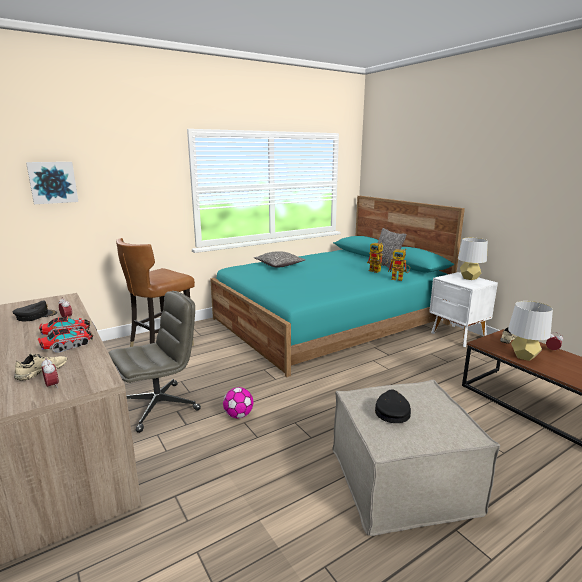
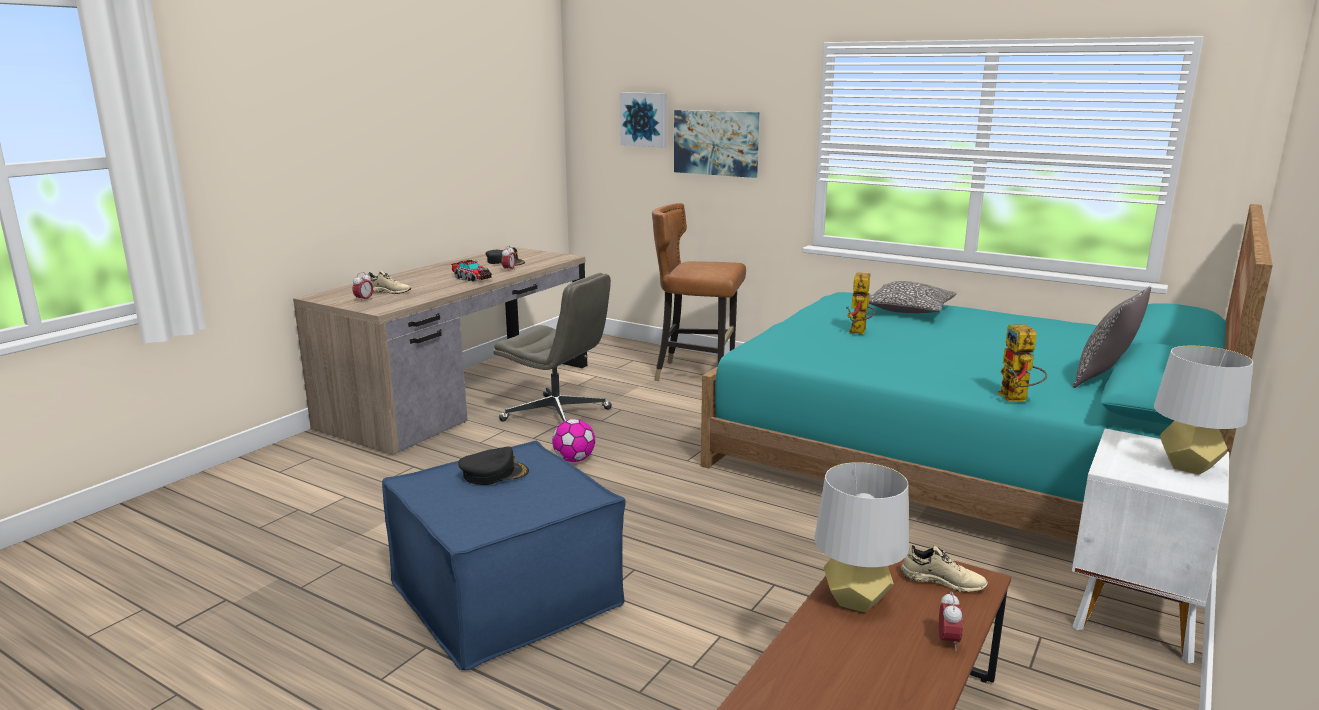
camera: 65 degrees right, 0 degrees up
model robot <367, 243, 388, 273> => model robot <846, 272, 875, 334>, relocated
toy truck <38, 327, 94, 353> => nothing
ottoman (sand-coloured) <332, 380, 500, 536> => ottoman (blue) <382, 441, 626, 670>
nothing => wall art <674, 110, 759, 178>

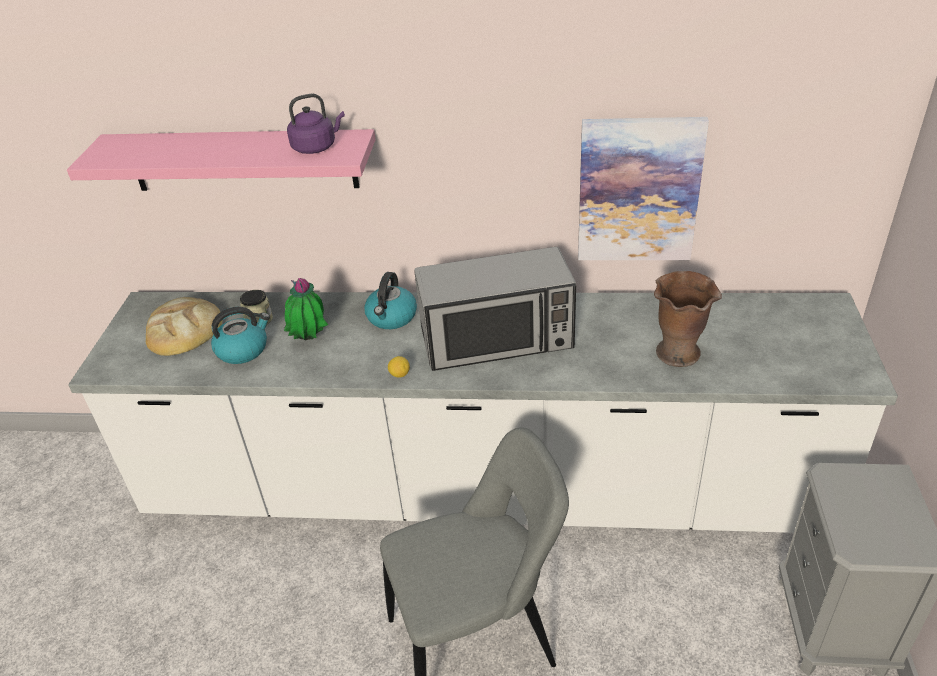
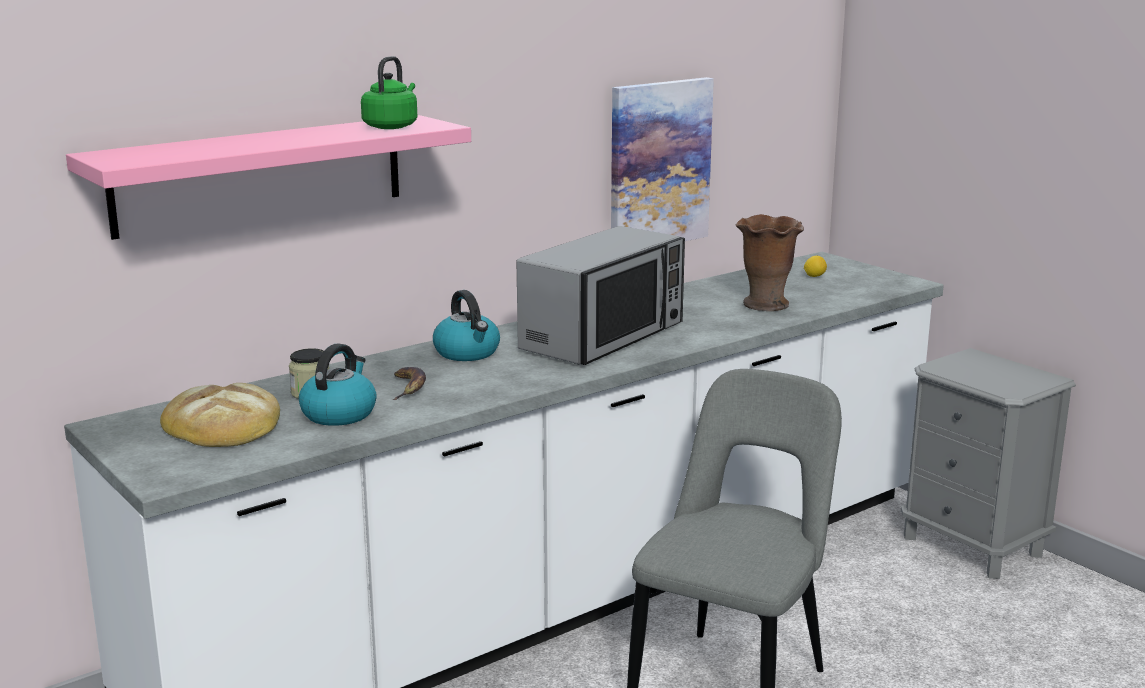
camera: 45 degrees left, 20 degrees down
tea kettle (purple-coloured) <287, 94, 345, 154> => tea kettle (green-coloured) <361, 56, 417, 129>
potted plant <284, 278, 328, 340> => banana <392, 367, 426, 400>
lemon <388, 356, 410, 378> => lemon <804, 256, 827, 277>, relocated

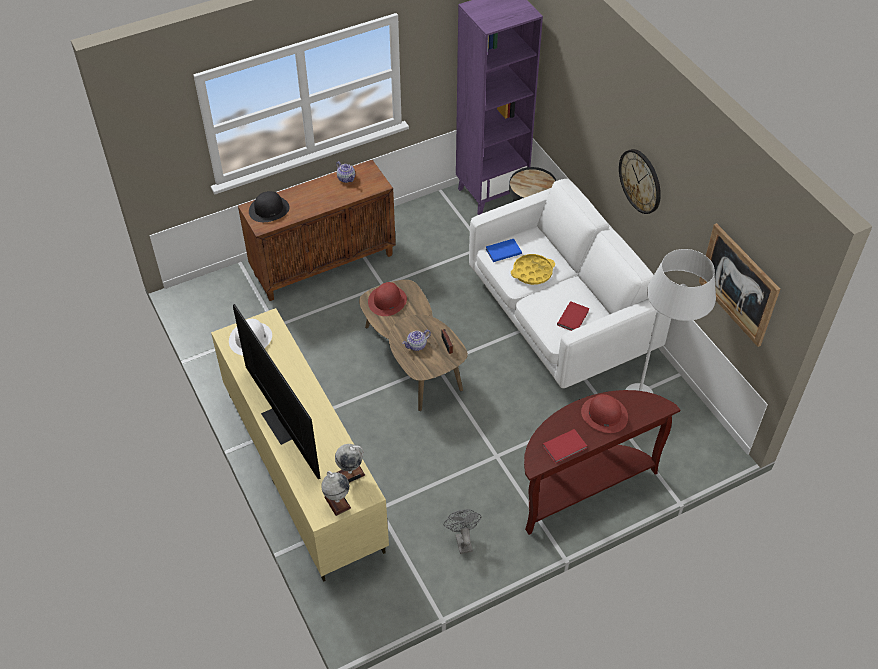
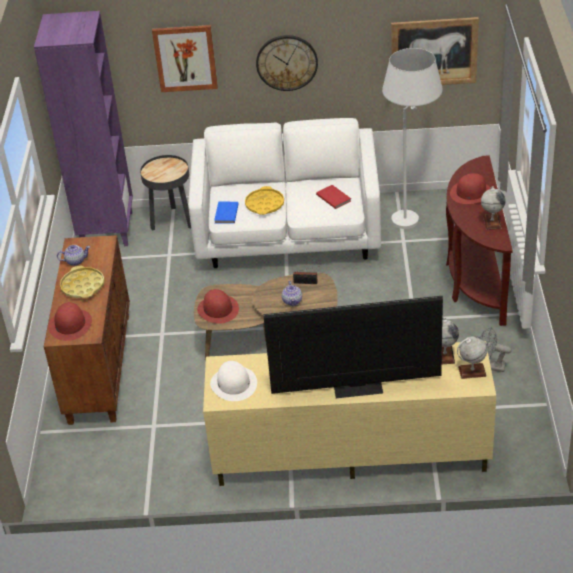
camera: 60 degrees left, 10 degrees down
clothing hat (black-coloured) <249, 191, 290, 222> => clothing hat (red) <48, 302, 92, 341>
volume (red) <543, 429, 587, 464> => desk globe <481, 186, 506, 230>
nothing => wall art <152, 25, 218, 92>
nothing => serving tray (yellow) <60, 266, 104, 298>

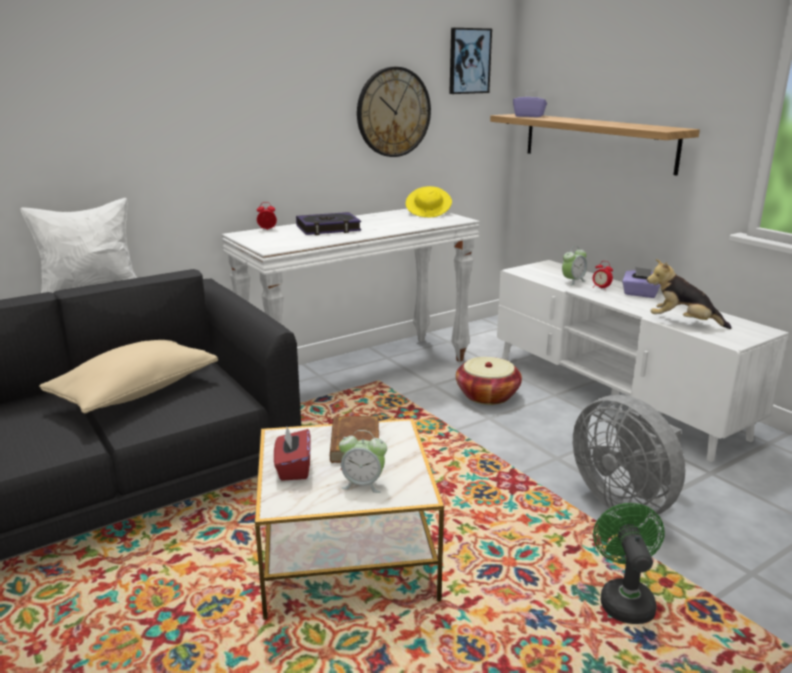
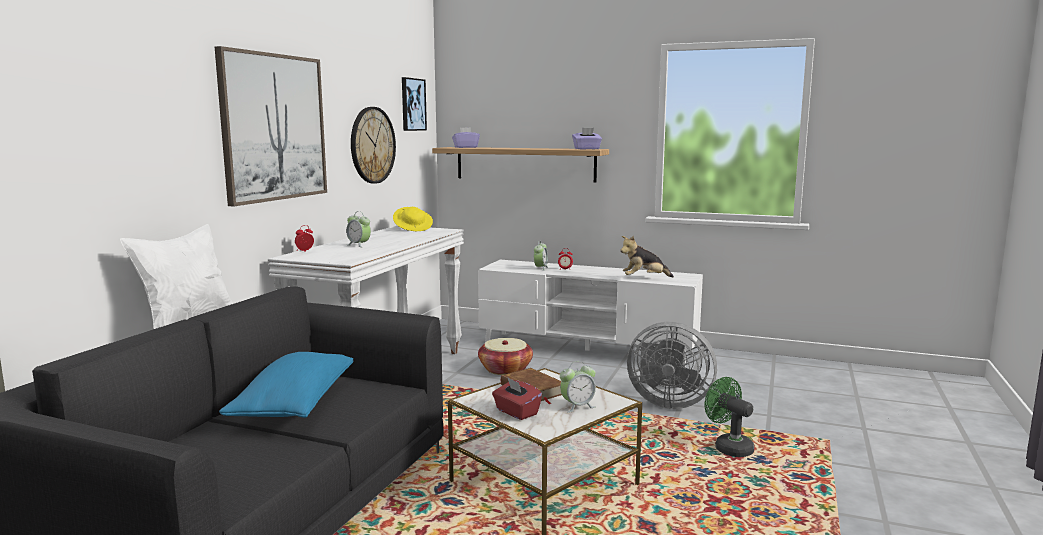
camera: 35 degrees left, 10 degrees down
volume <296, 212, 361, 235> => table clock <346, 211, 371, 247>
box of tissues (purple-coloured) <622, 267, 661, 298> => box of tissues (purple-coloured) <572, 128, 602, 149>, relocated
cushion (sand-coloured) <39, 340, 218, 414> => cushion (blue) <219, 352, 353, 418>
nothing => wall art <215, 46, 327, 207>

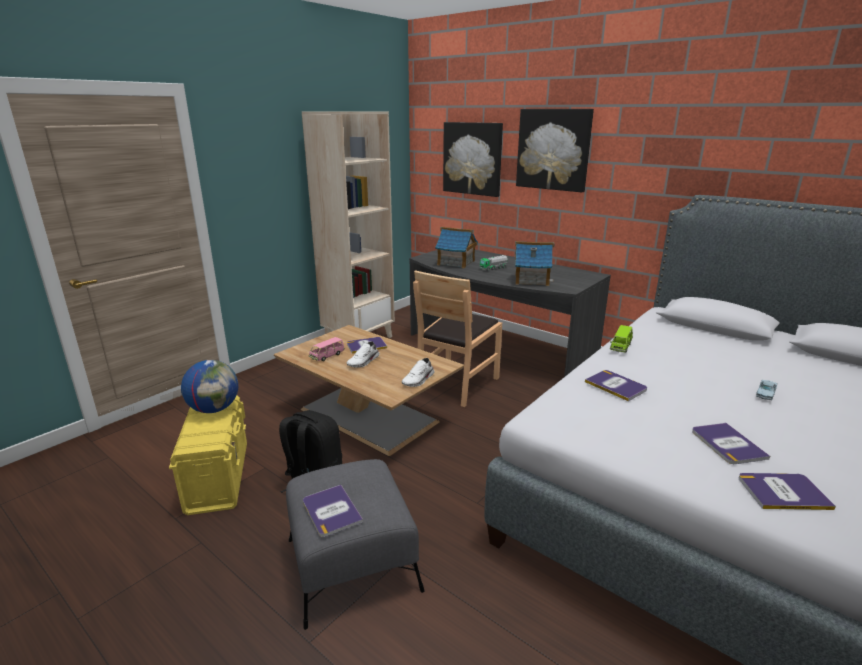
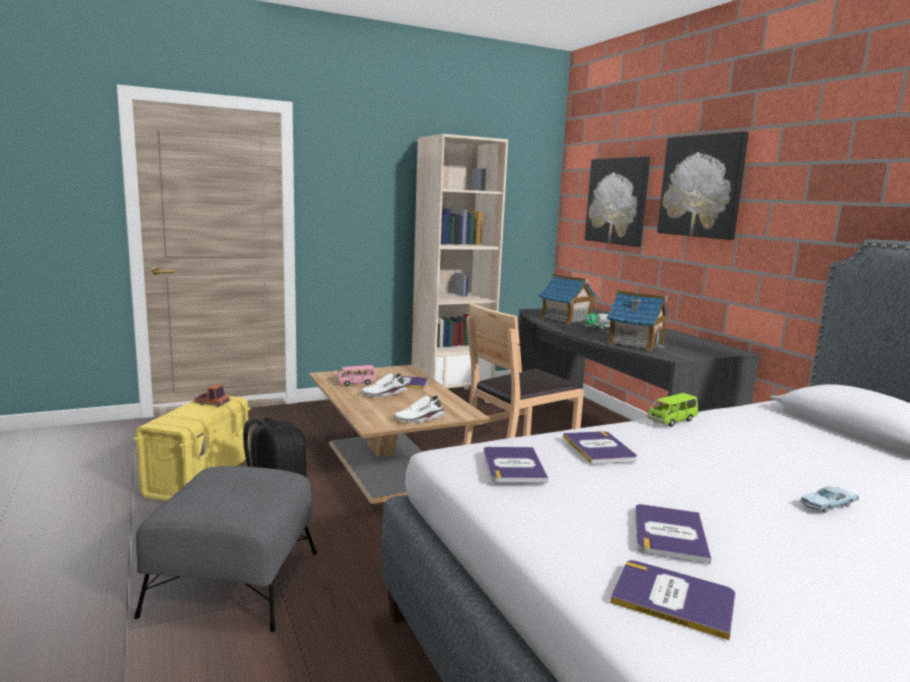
camera: 25 degrees right, 10 degrees down
desk globe <181, 360, 238, 413> => toy truck <194, 384, 230, 407>
volume <303, 485, 363, 537> => volume <483, 447, 548, 483>, relocated

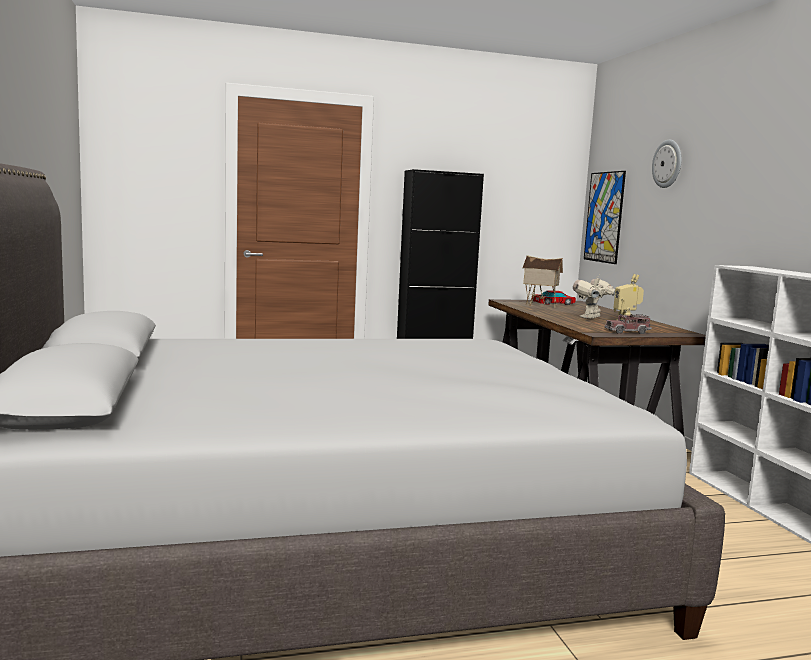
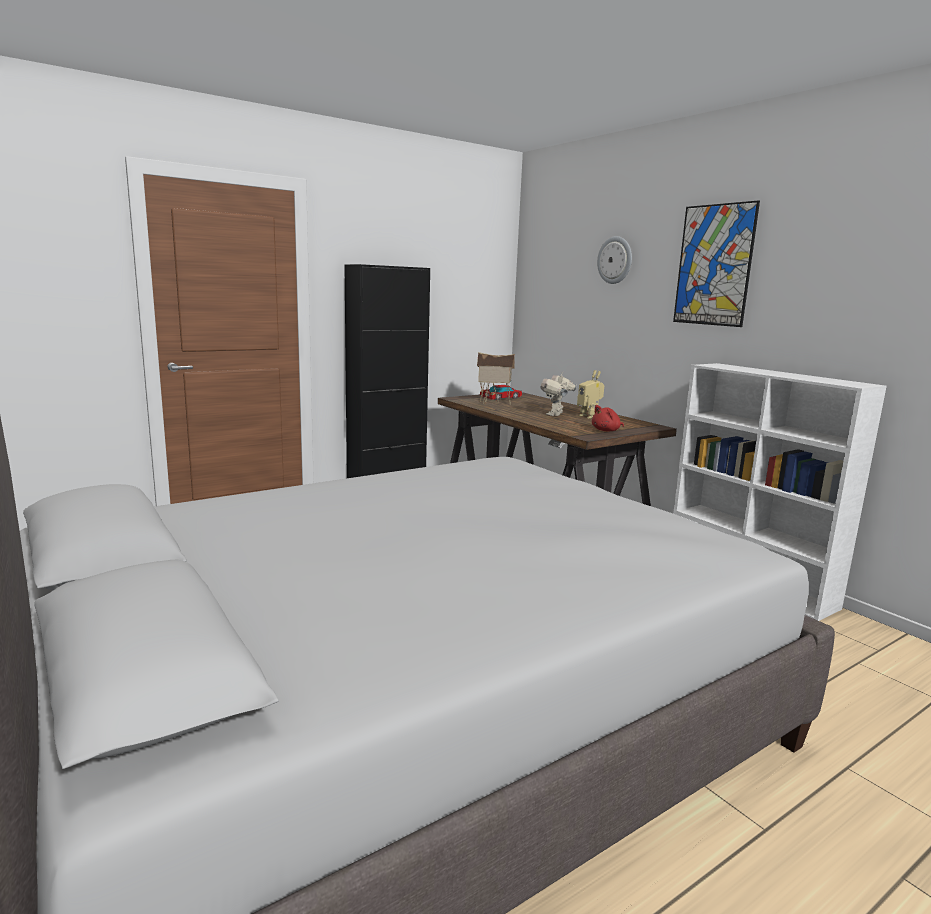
camera: 20 degrees left, 5 degrees up
wall art <584, 171, 626, 264> => wall art <673, 200, 760, 327>, relocated
toy truck <605, 314, 652, 334> => plush toy (red) <592, 405, 624, 431>

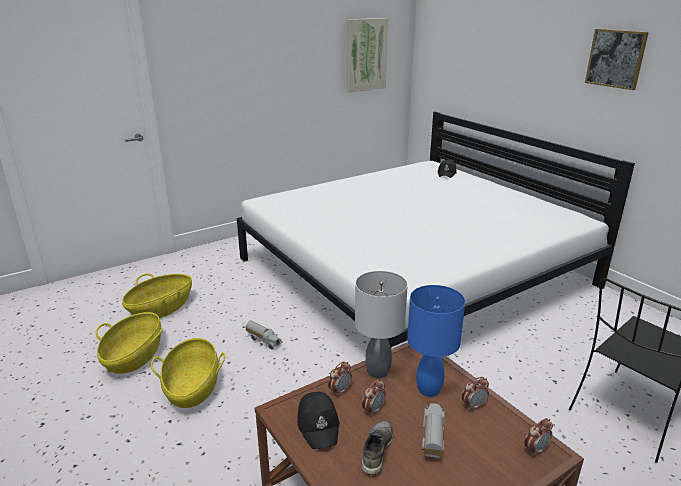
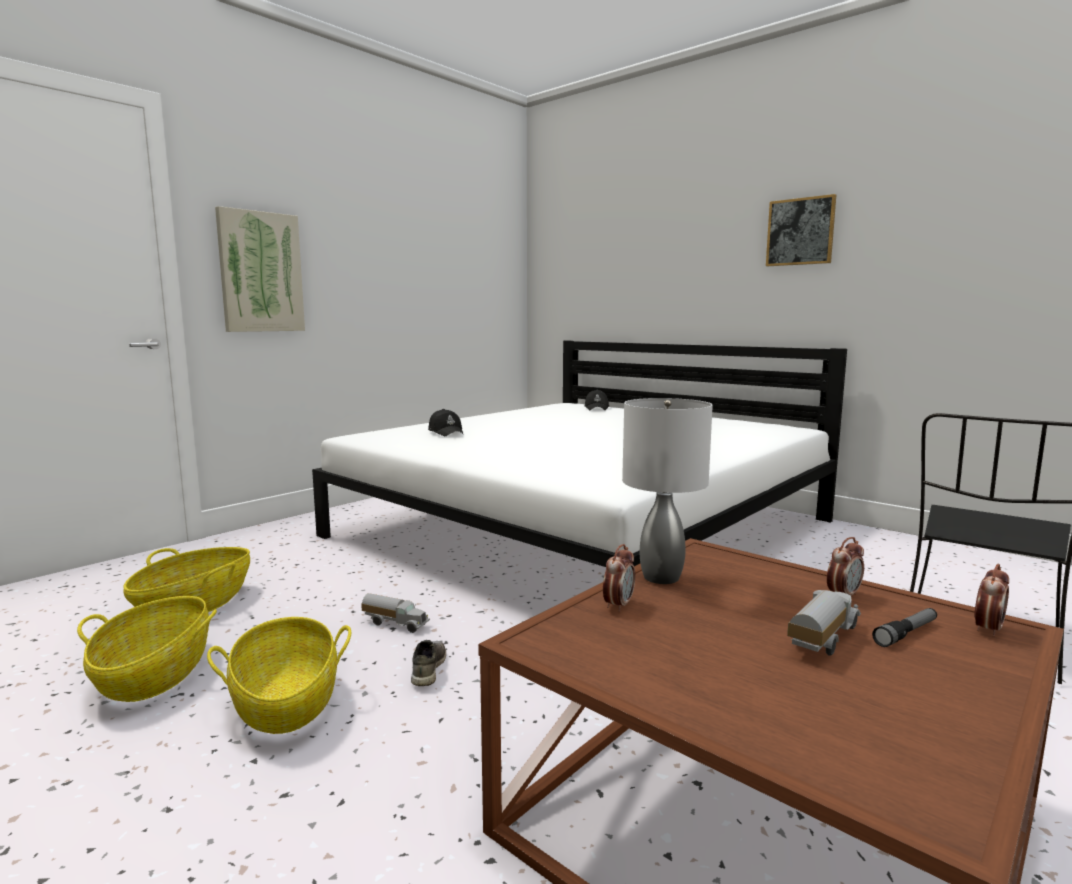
camera: 15 degrees left, 15 degrees down
wall art <347, 18, 388, 92> => wall art <215, 206, 305, 332>, relocated
table lamp (blue) <407, 285, 465, 397> => nothing
table clock <362, 379, 386, 417> => nothing
baseball cap (black-coloured) <297, 392, 339, 449> => baseball cap (black-coloured) <428, 409, 463, 436>, relocated
toy truck <422, 403, 445, 458> => toy truck <787, 590, 861, 656>, 45 degrees clockwise
low shoe (grey) <361, 421, 393, 475> => low shoe (grey) <411, 640, 446, 686>, relocated
nothing => hand torch <872, 608, 937, 647>

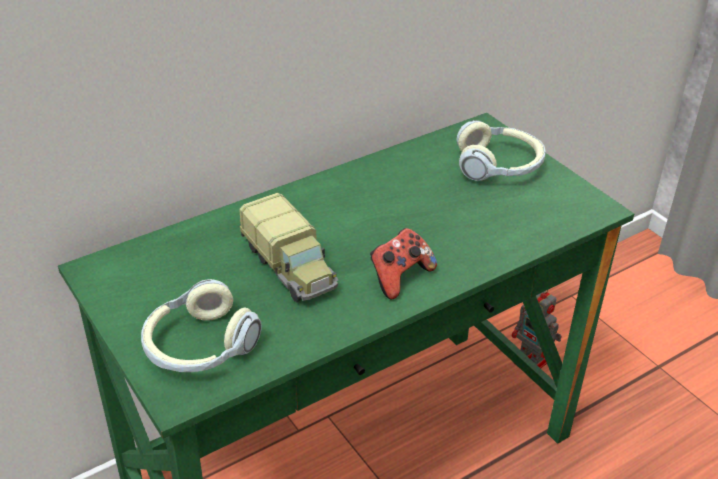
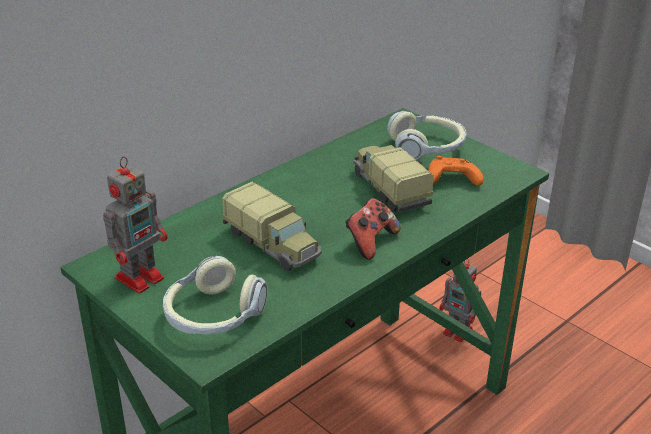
camera: 10 degrees left, 5 degrees down
nothing => toy truck <353, 145, 434, 213>
nothing => model robot <103, 156, 167, 293>
nothing => gamepad (orange-coloured) <428, 156, 484, 186>

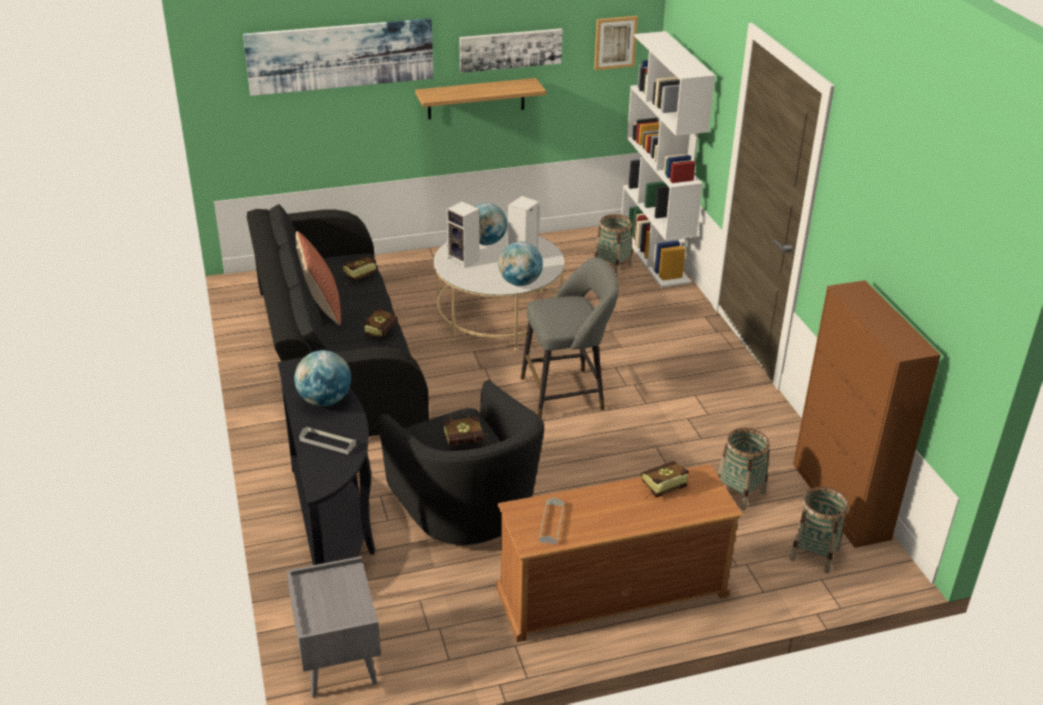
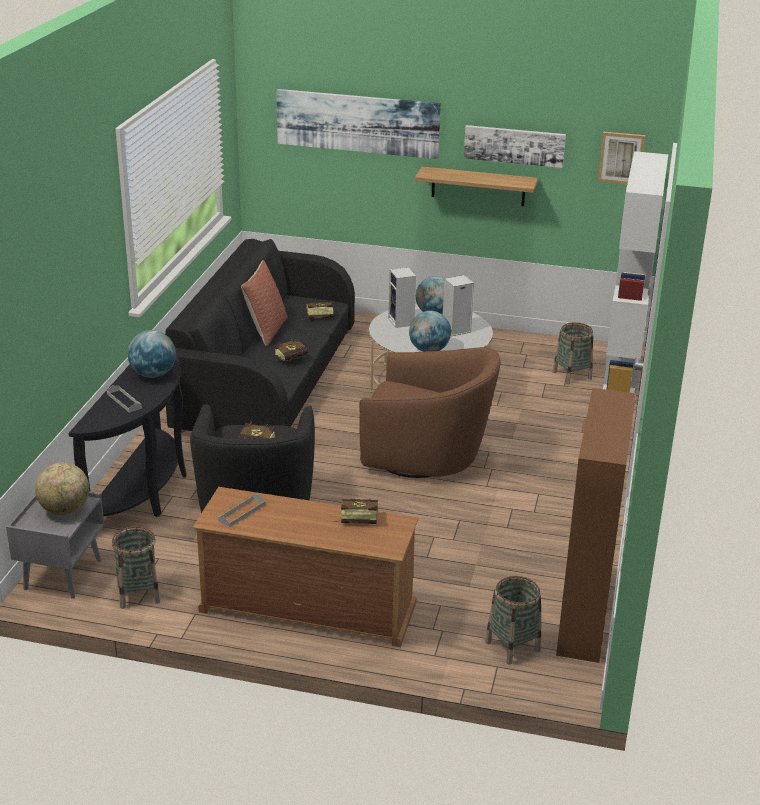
camera: 30 degrees right, 5 degrees down
stool seat (grey) <520, 257, 619, 419> => armchair (brownish) <359, 347, 501, 478>
basket <718, 428, 770, 510> => basket <112, 526, 160, 609>, relocated
nothing => desk globe <35, 463, 90, 515>

